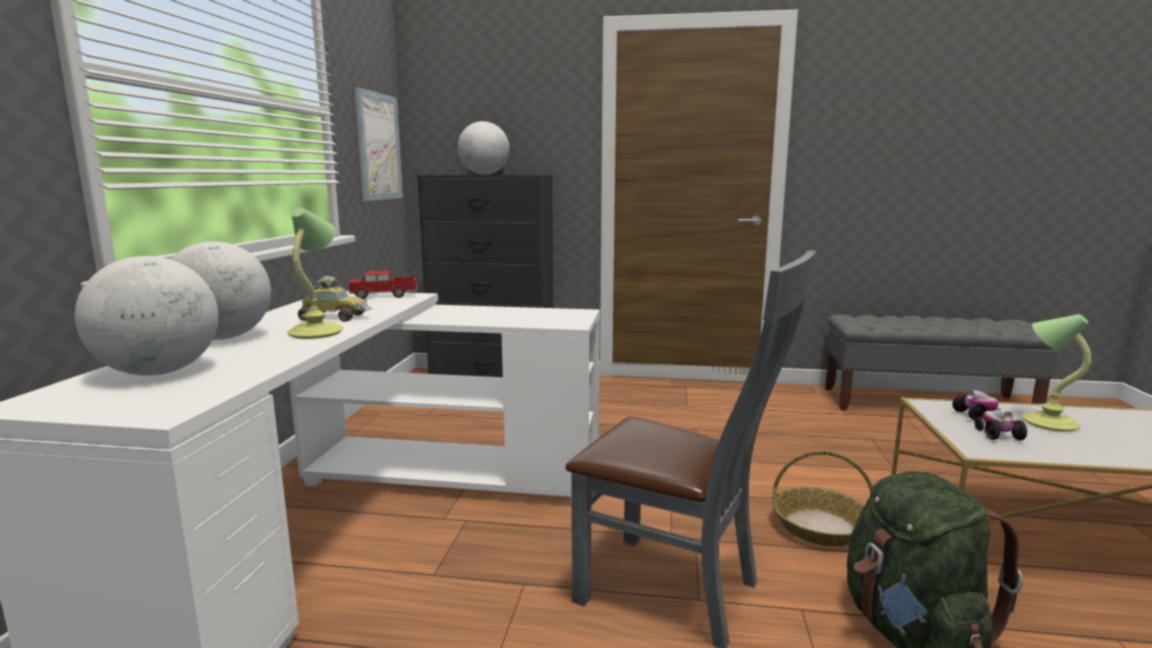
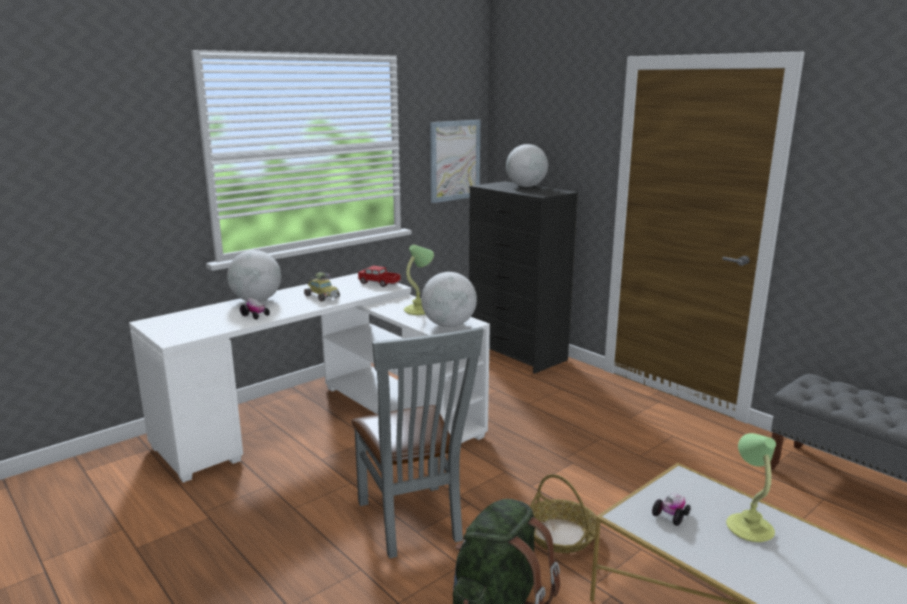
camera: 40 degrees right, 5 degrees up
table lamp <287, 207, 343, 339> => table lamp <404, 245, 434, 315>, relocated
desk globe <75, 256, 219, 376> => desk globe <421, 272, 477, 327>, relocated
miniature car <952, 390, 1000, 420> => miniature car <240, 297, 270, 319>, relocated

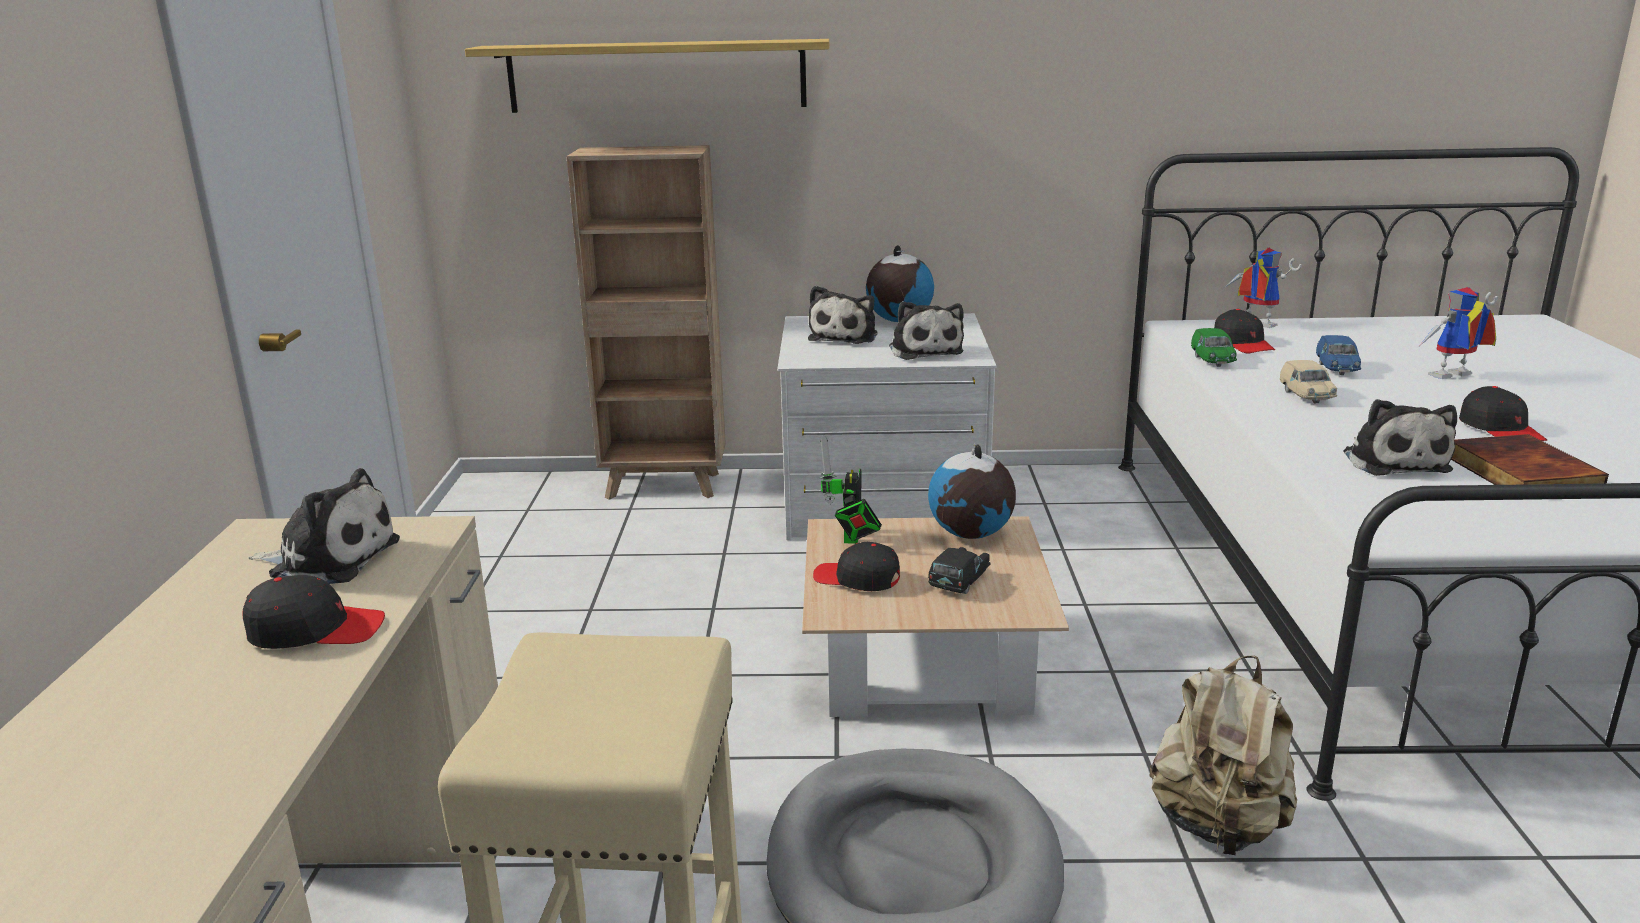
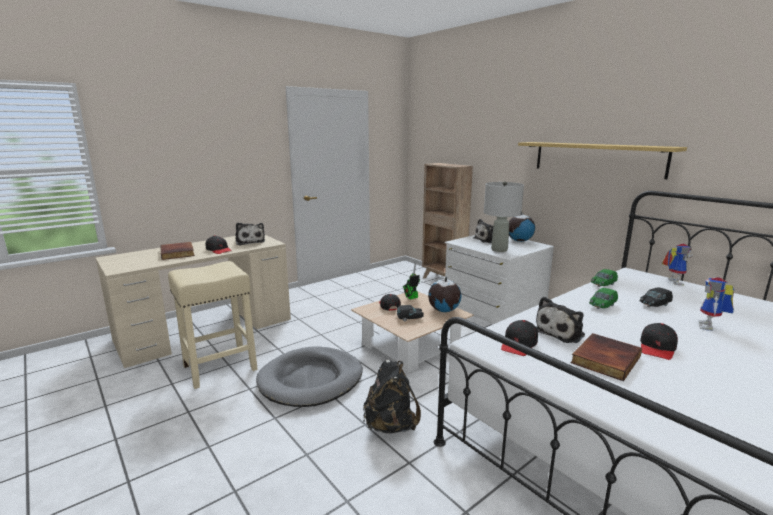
camera: 50 degrees right, 5 degrees down
bracket shelf <465, 39, 830, 113> => bracket shelf <518, 142, 687, 179>, relocated
model robot <1420, 287, 1498, 379> => model robot <699, 277, 734, 331>, 90 degrees counterclockwise
plush toy <889, 301, 964, 360> => table lamp (grey) <484, 181, 524, 252>
baseball cap (black-coloured) <1214, 309, 1275, 354> => baseball cap (black-coloured) <501, 320, 538, 356>, relocated
miniature car (blue) <1316, 335, 1361, 375> => miniature car (black-coloured) <639, 287, 673, 307>
miniature car (sand-coloured) <1280, 360, 1337, 403> => miniature car (green-coloured) <589, 288, 618, 309>
rucksack (sand-coloured) <1150, 655, 1297, 855> => rucksack (black-coloured) <363, 360, 421, 434>
nothing => volume <160, 242, 195, 260>

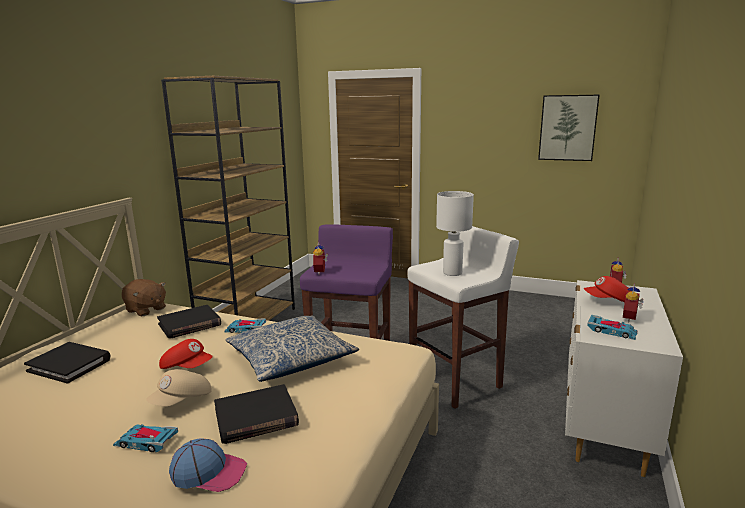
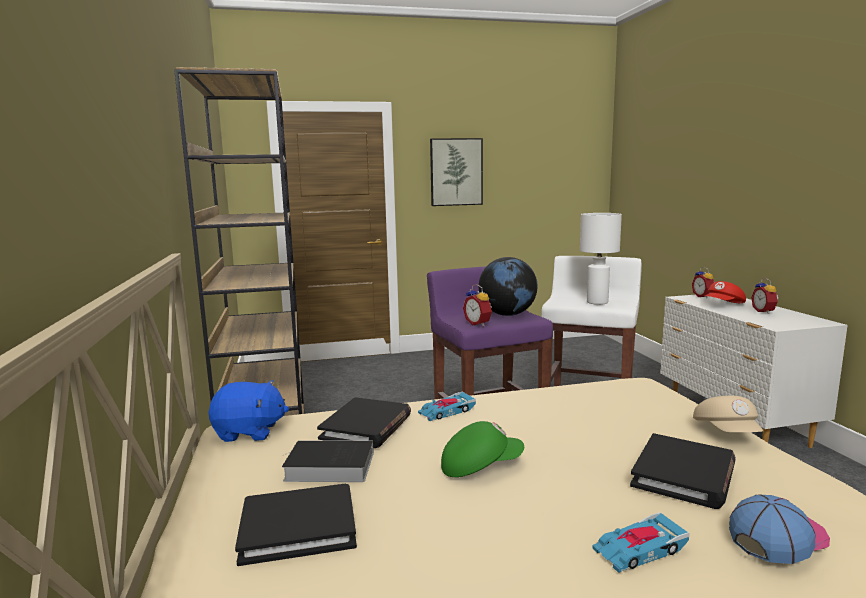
camera: 35 degrees left, 5 degrees down
wall art <538, 95, 599, 161> => wall art <430, 138, 483, 206>, relocated
plush toy (brownish) <121, 279, 166, 316> => plush toy (blue) <208, 380, 289, 442>
miniature car <587, 315, 638, 340> => nothing
cushion <226, 316, 359, 382> => nothing
baseball cap (red) <159, 339, 213, 369> => baseball cap (green-coloured) <441, 421, 524, 477>
baseball cap (sand-coloured) <146, 369, 212, 407> => baseball cap (sand-coloured) <693, 396, 763, 432>, relocated
nothing => desk globe <479, 257, 538, 316>
nothing => volume <282, 440, 374, 482>

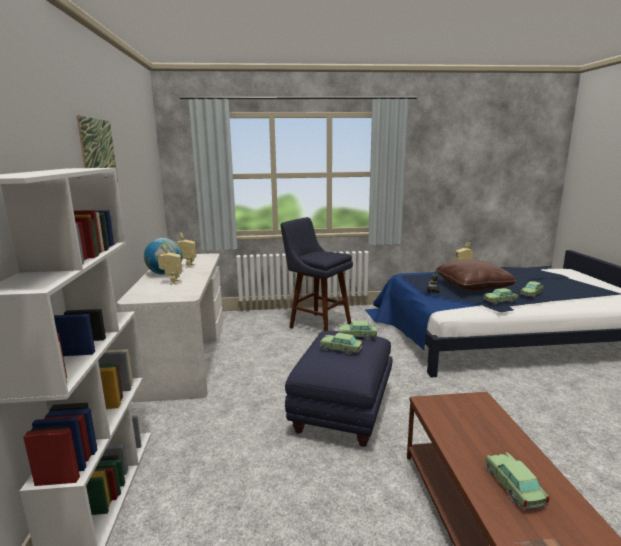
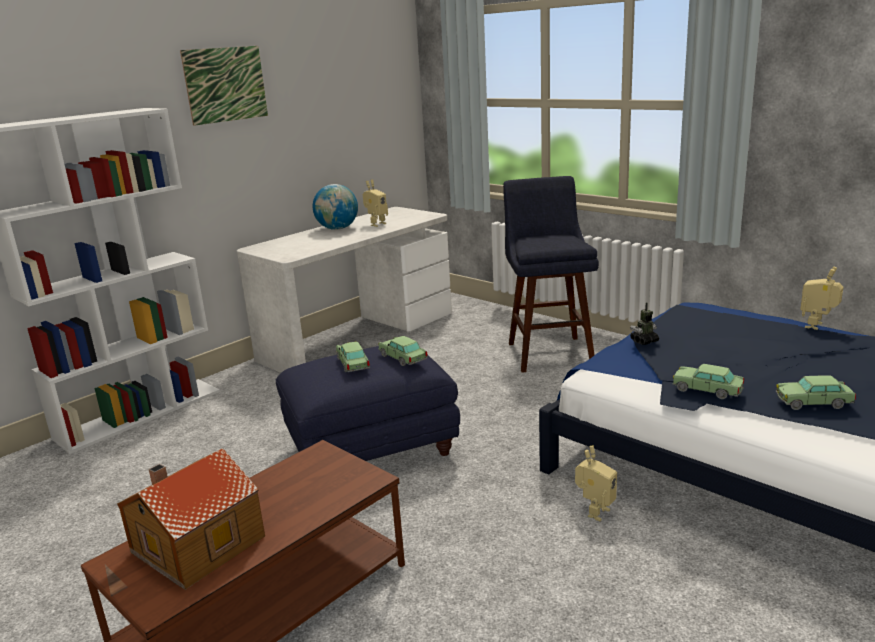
camera: 50 degrees right, 5 degrees up
model robot <158, 244, 182, 285> => model robot <575, 446, 617, 521>, relocated
cushion (brownish) <436, 260, 516, 291> => nothing
miniature car <485, 452, 549, 509> => toy house <117, 448, 265, 590>

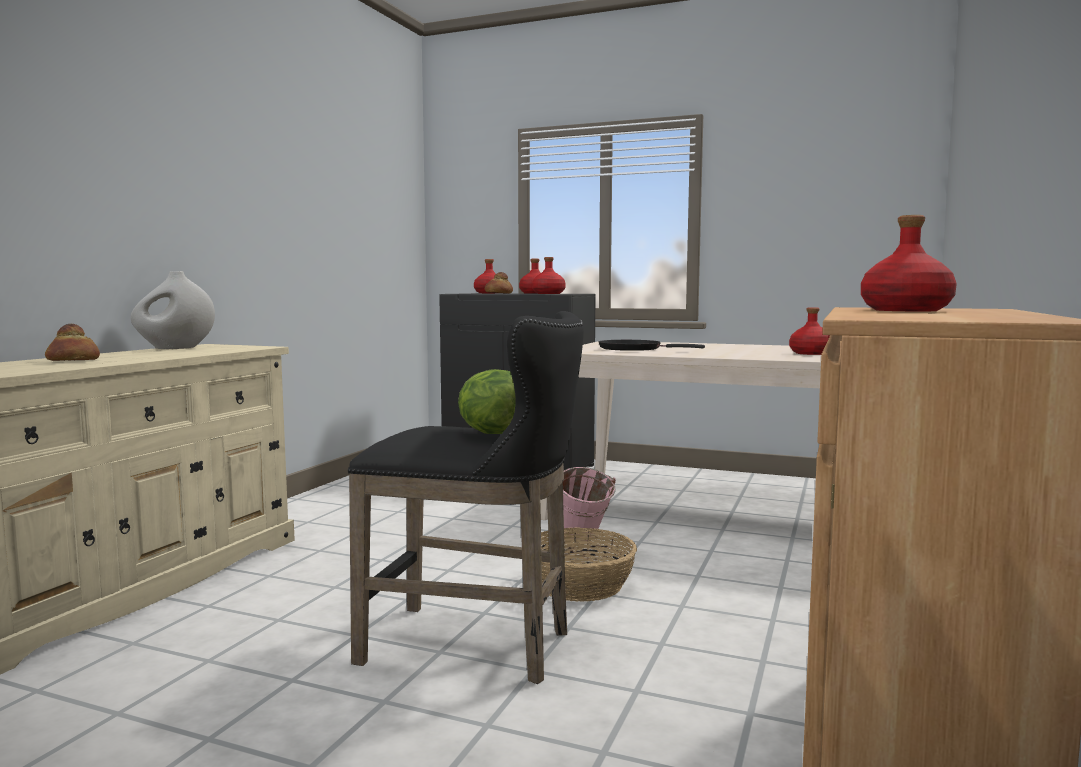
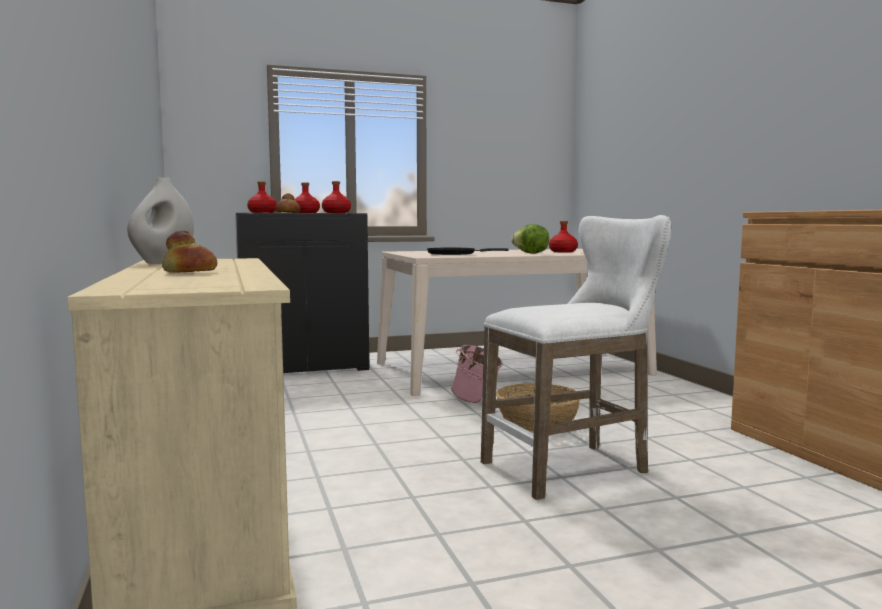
camera: 40 degrees left, 0 degrees up
bottle (red) <861, 215, 957, 311> => nothing
stool seat (black-coloured) <348, 311, 584, 684> => stool seat (white-coloured) <481, 215, 671, 500>
lettuce head <458, 369, 516, 434> => lettuce head <511, 224, 549, 254>, relocated

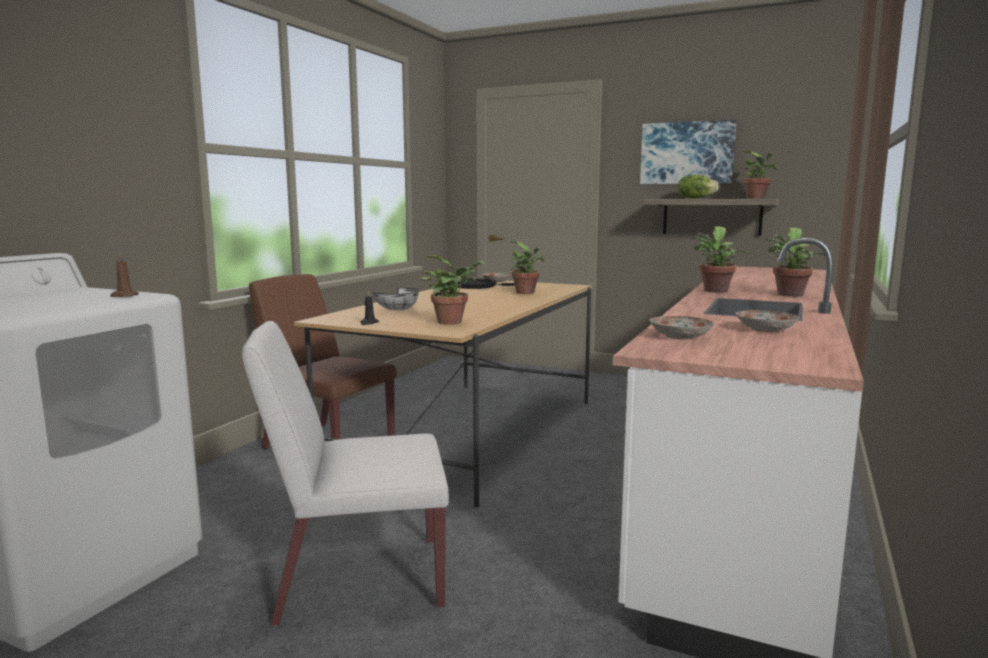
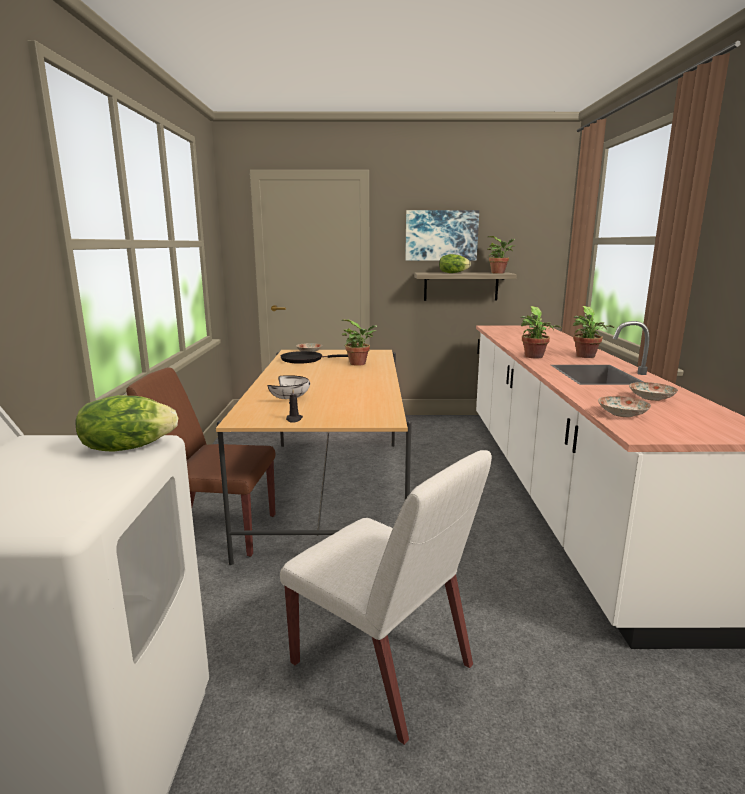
camera: 25 degrees left, 5 degrees up
wax candle (brownish) <110, 252, 139, 297> => lettuce head <76, 395, 178, 452>
potted plant <421, 256, 485, 324> => nothing
chair (white-coloured) <242, 321, 449, 626> => chair (white-coloured) <280, 450, 492, 745>, 105 degrees counterclockwise

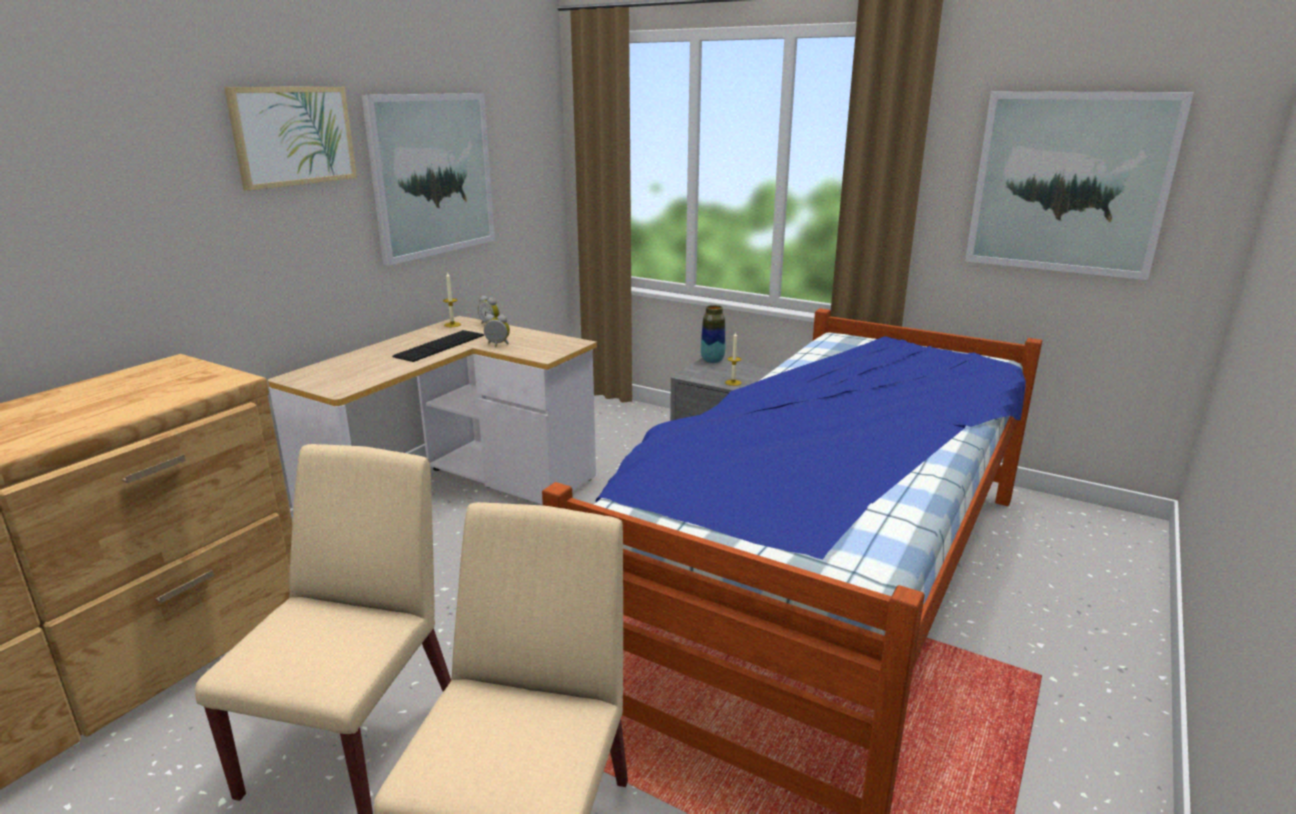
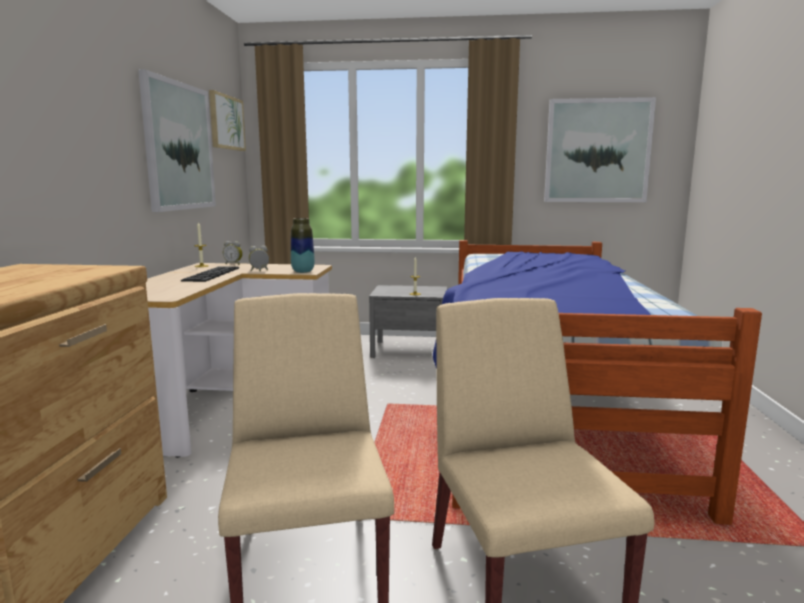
camera: 25 degrees left, 10 degrees down
wall art <224, 87, 357, 191> => wall art <209, 90, 246, 151>, relocated
decorative vase <701, 305, 725, 363> => decorative vase <291, 218, 315, 273>, relocated

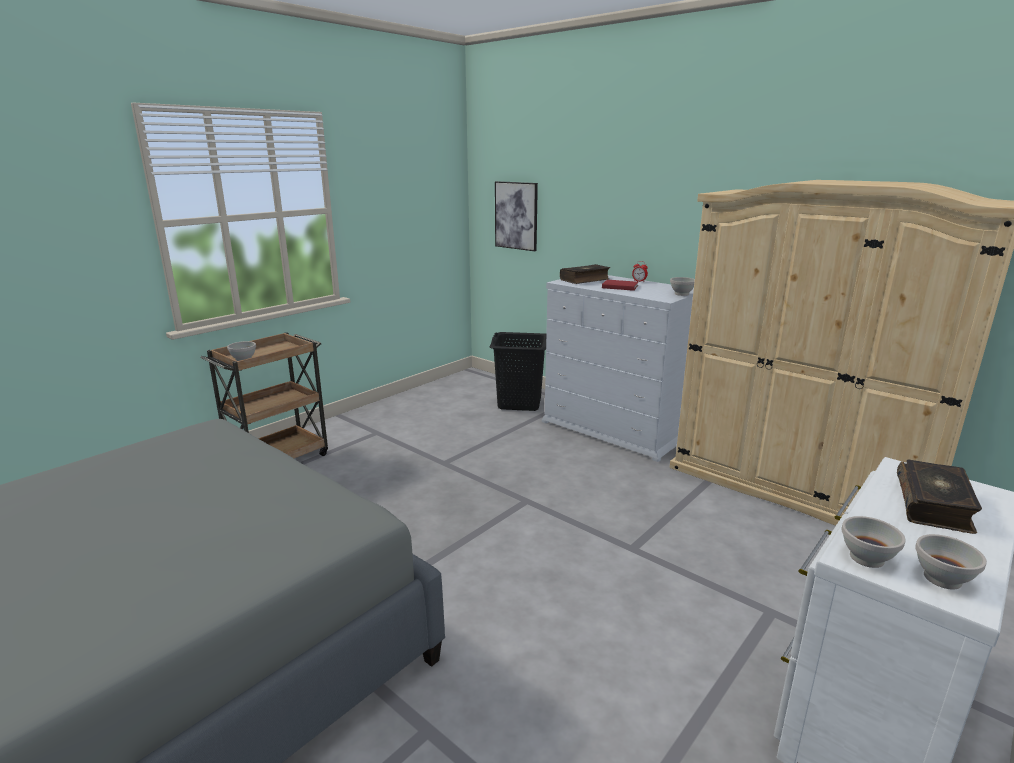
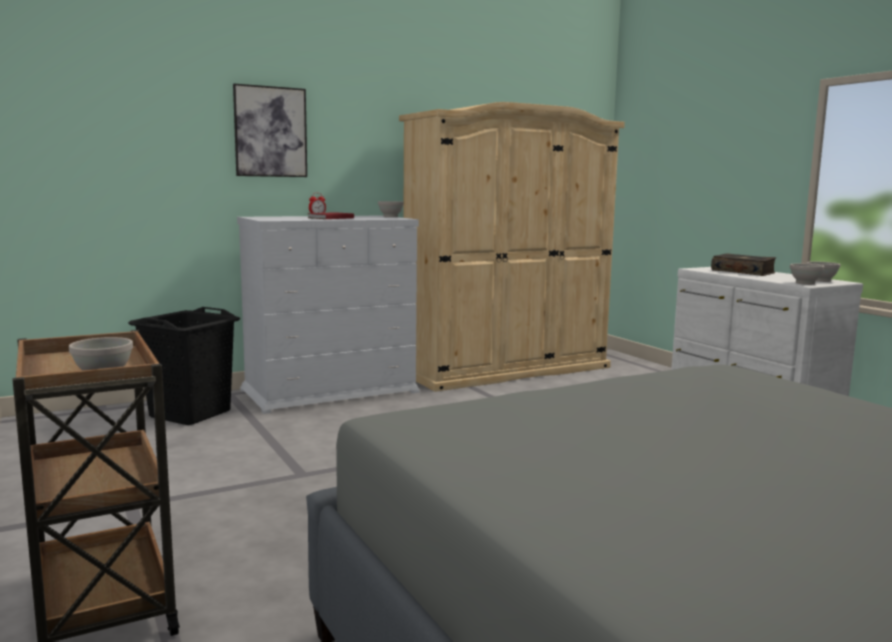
camera: 70 degrees left, 10 degrees down
wall art <495, 181, 538, 251> => wall art <233, 84, 307, 177>, relocated
volume <560, 264, 610, 284> => nothing

